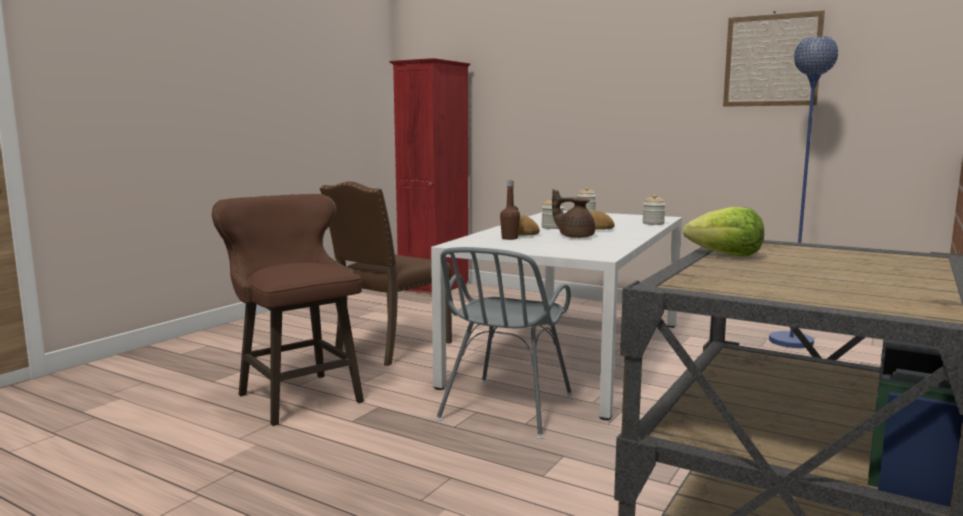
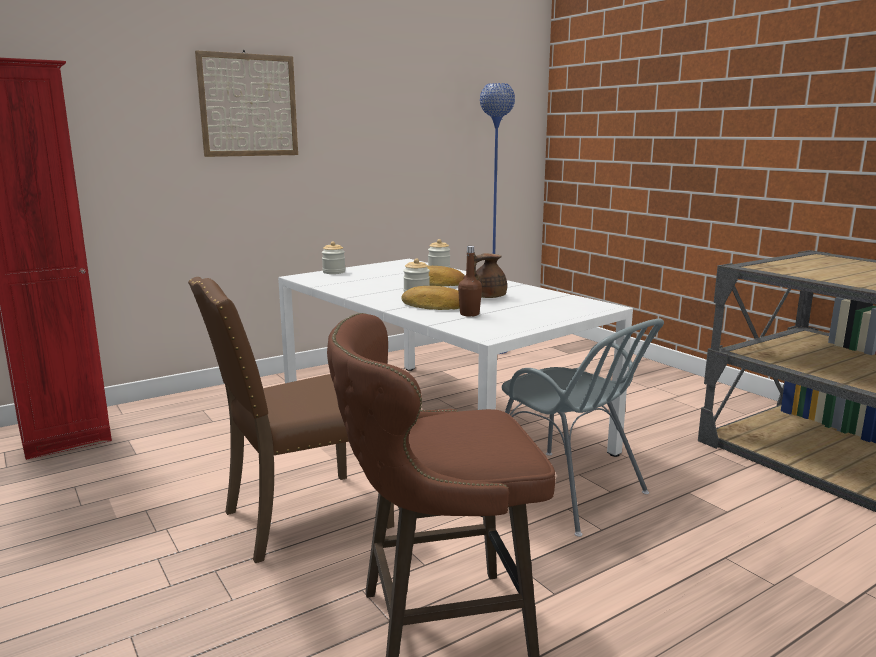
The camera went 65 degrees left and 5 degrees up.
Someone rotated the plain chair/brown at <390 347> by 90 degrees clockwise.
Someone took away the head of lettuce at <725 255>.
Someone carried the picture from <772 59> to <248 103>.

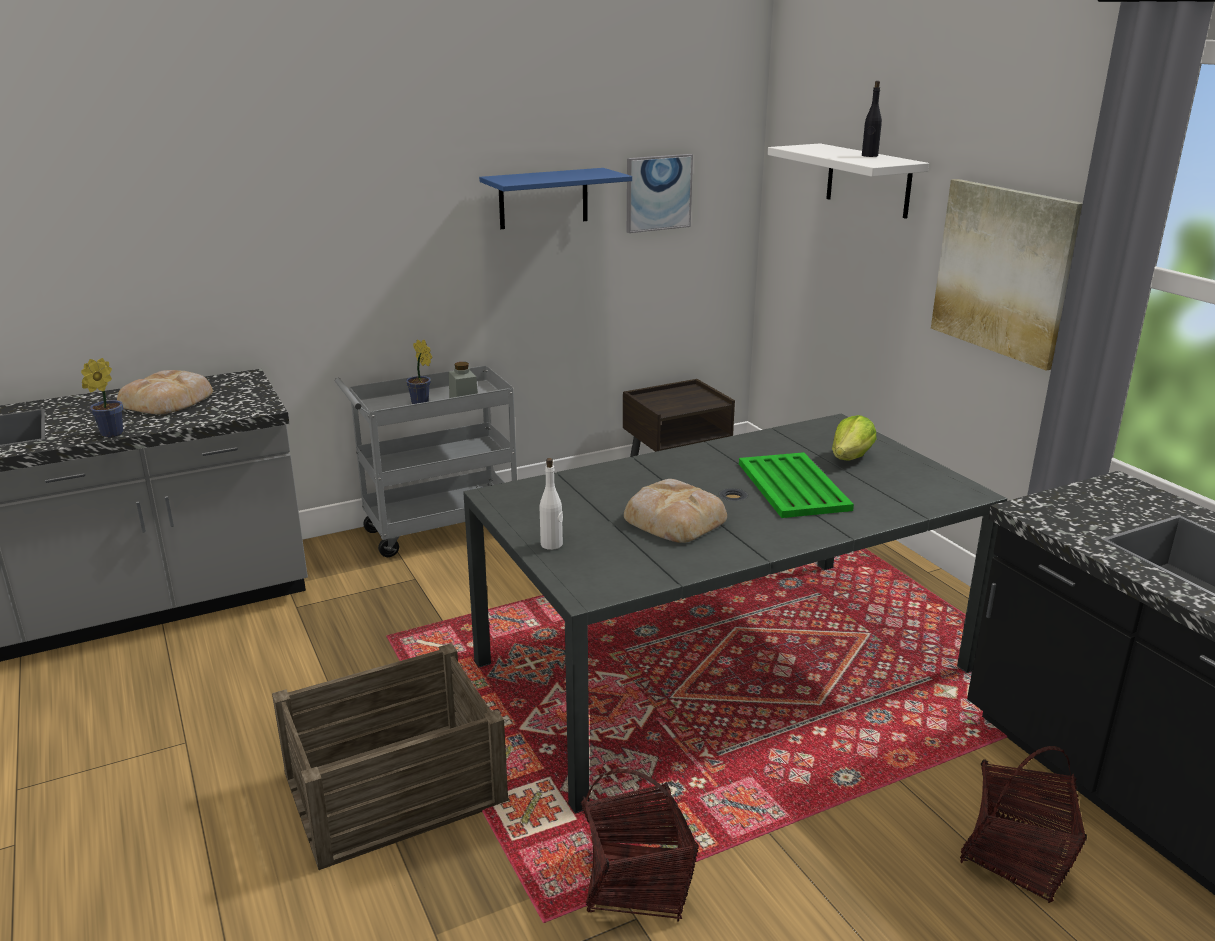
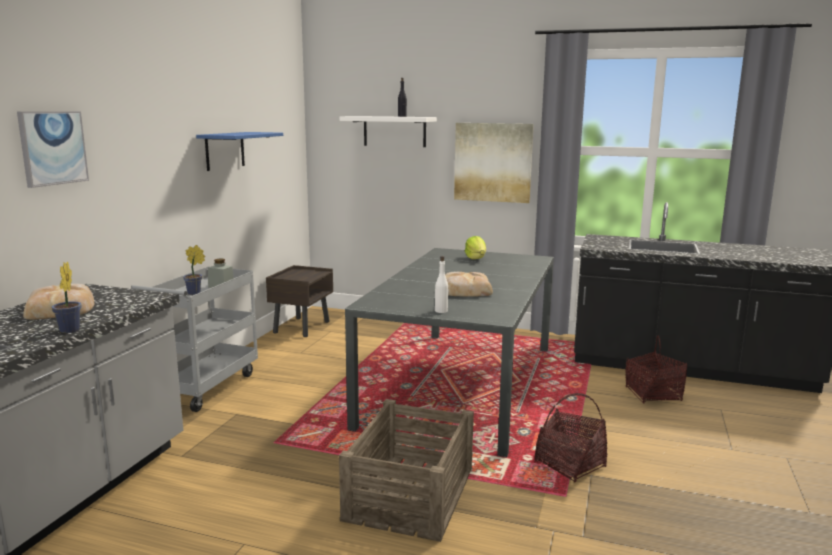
The camera went 45 degrees left and 10 degrees down.
Someone carried the picture from <658 193> to <53 148>.
Someone took away the carrying tray/greenish at <793 487>.

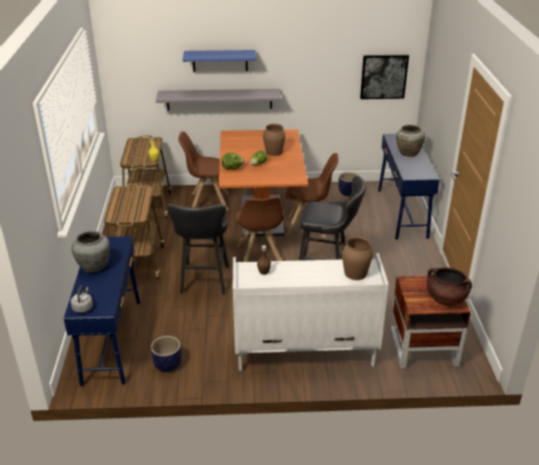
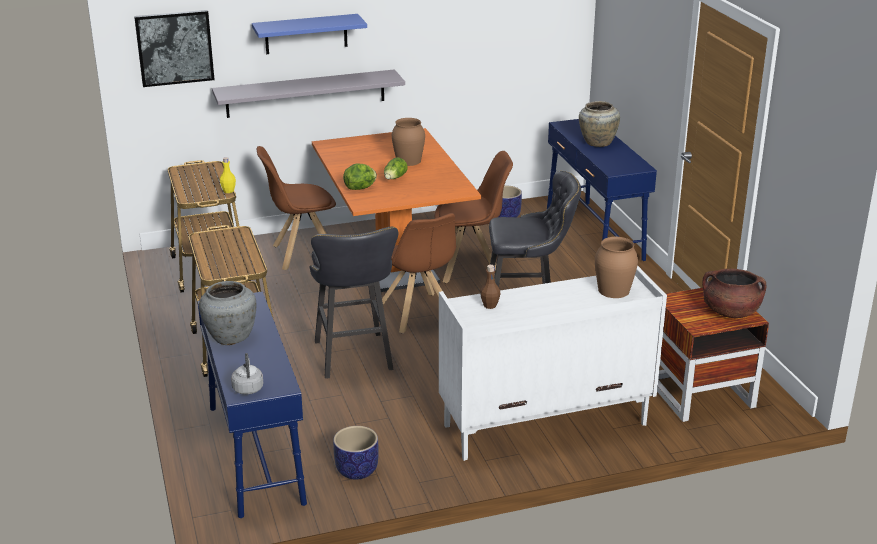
The camera went 15 degrees left and 5 degrees down.
Someone carried the picture from <383 76> to <174 47>.

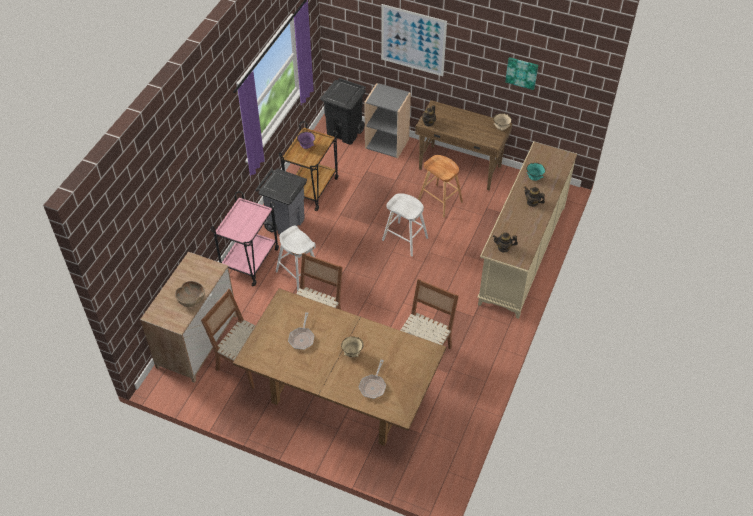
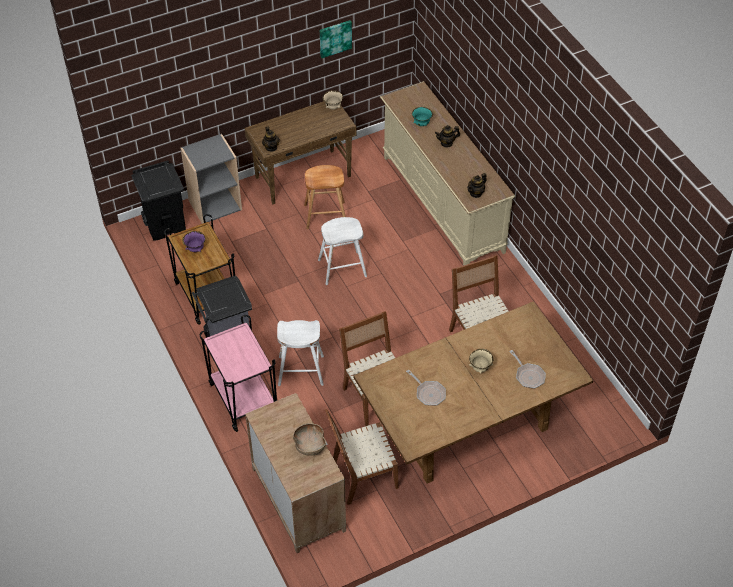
The camera went 50 degrees left and 0 degrees up.
Someone took away the picture at <413 40>.

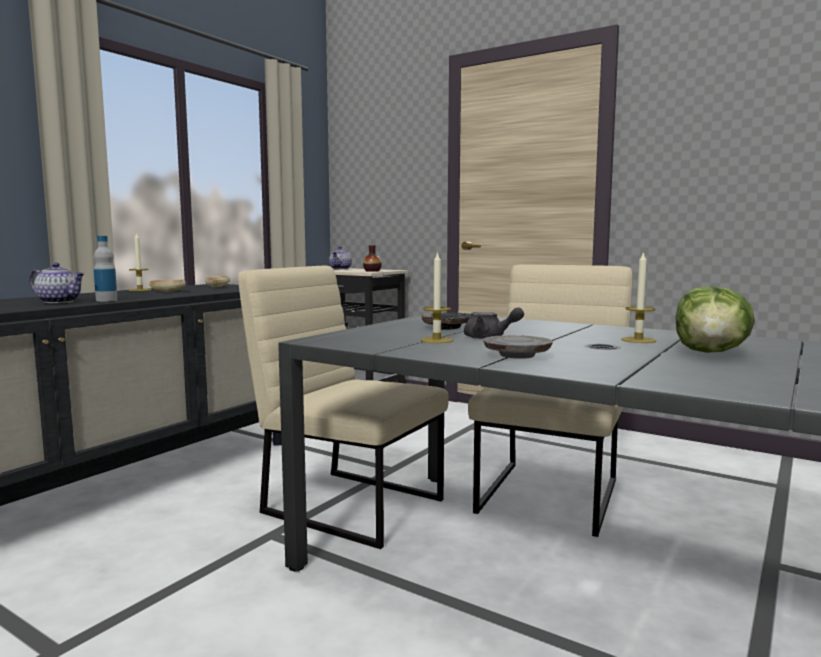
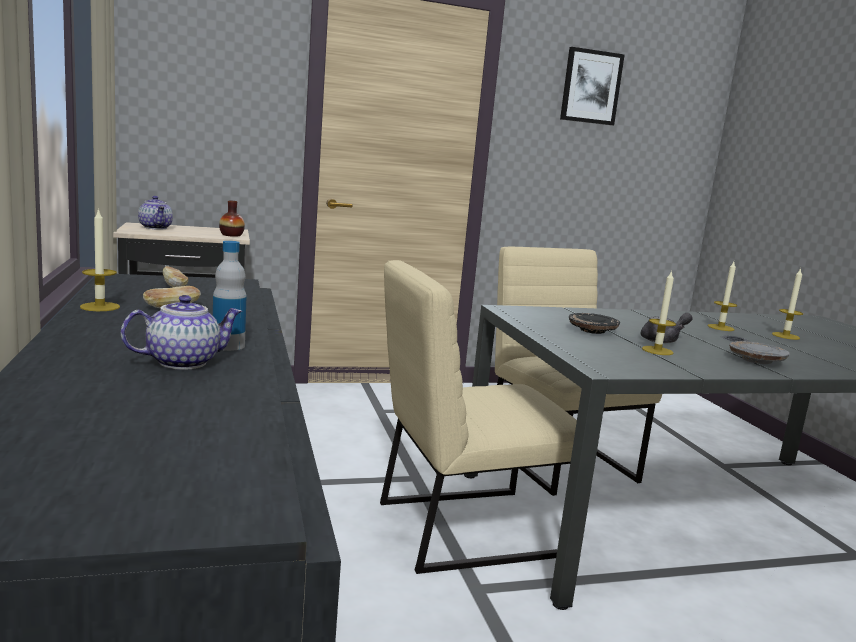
The camera went 50 degrees left and 5 degrees up.
Someone swapped the head of lettuce at <710 353> for the wax candle at <785 336>.
Someone put up the picture at <591 87>.

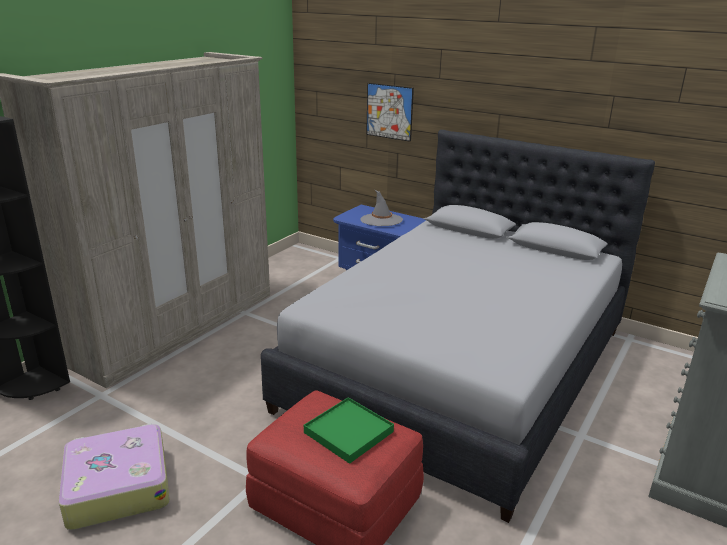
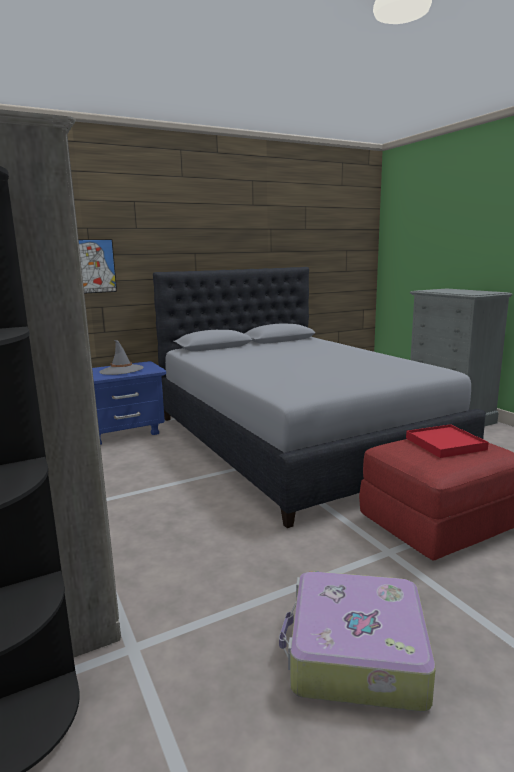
The camera went 60 degrees left and 10 degrees down.
Someone repainted the carrying tray/greenish at <349 432>, which became the carrying tray/reddish at <445 444>.

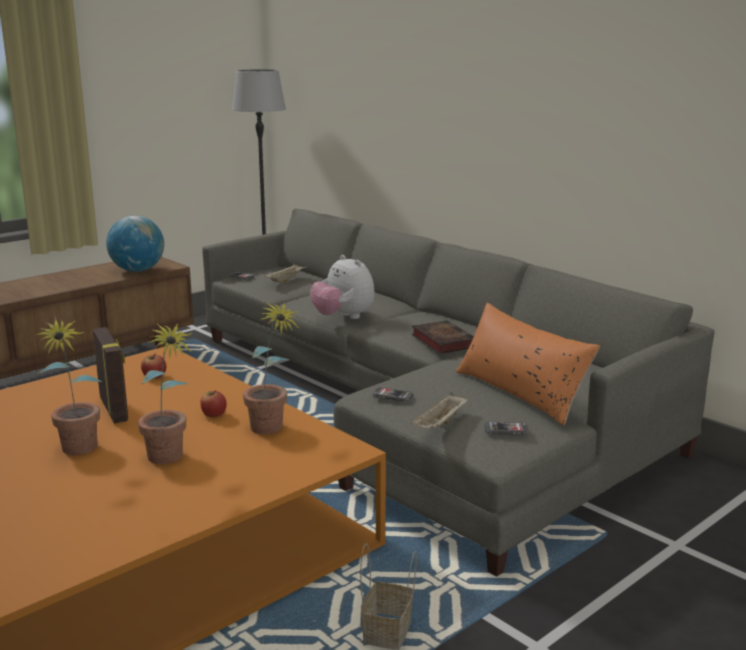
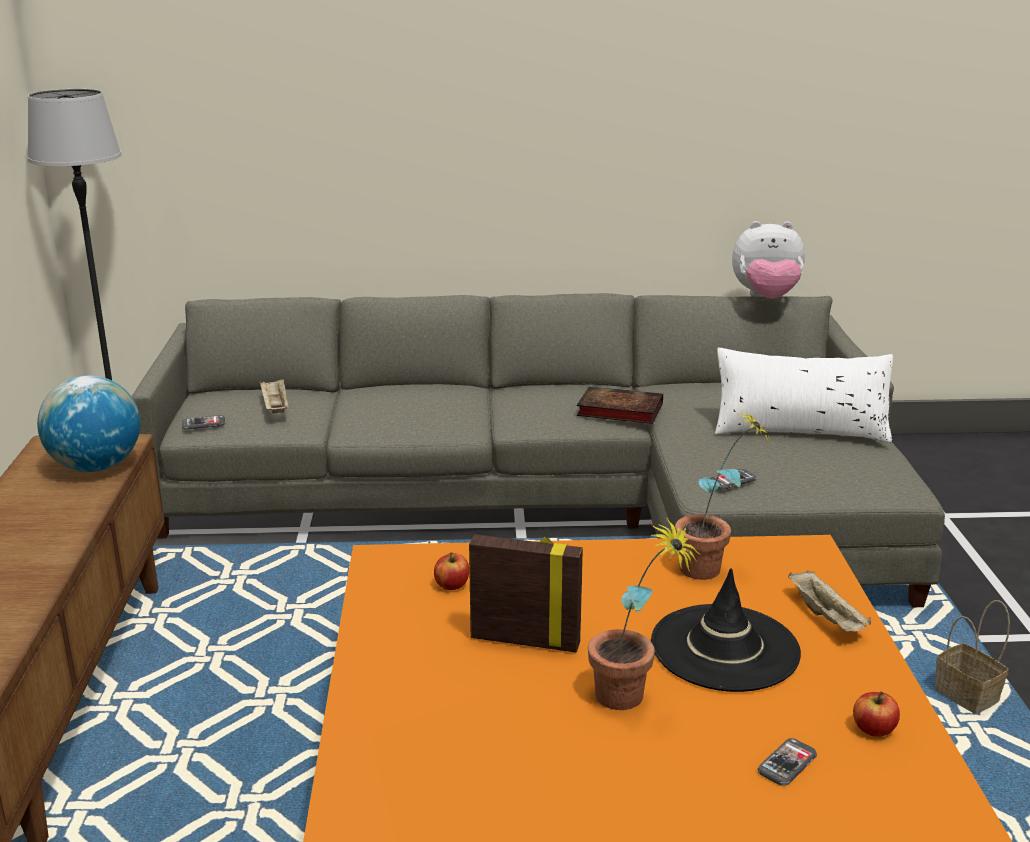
The camera went 50 degrees left and 5 degrees up.
Someone swapped the plant in a pot at <169 460> for the wearable hat/black at <724 648>.
Someone carried the apple from <214 414> to <874 729>.
Someone carried the plush toy from <343 317> to <766 298>.
Someone carried the carrying tray/sand-coloured from <440 425> to <827 617>.
Someone repainted the cushion/orange at <520 392>, which became the cushion/white-coloured at <799 430>.
Someone carried the handset from <506 430> to <787 764>.

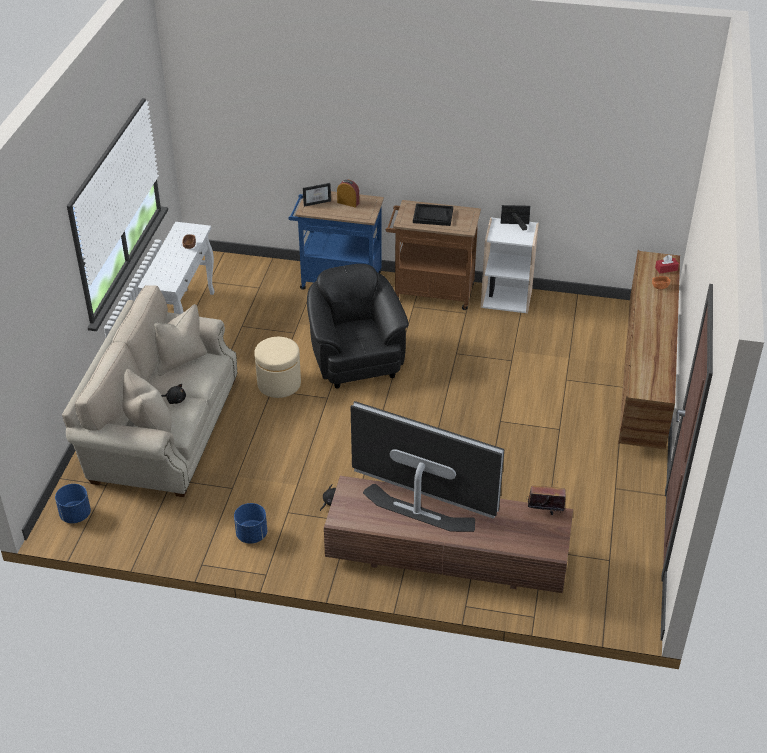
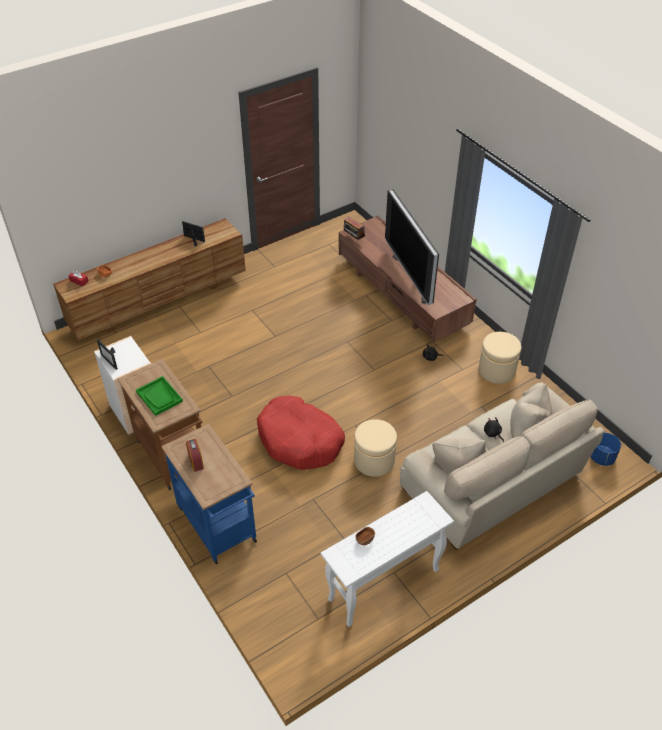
The camera went 135 degrees left and 5 degrees up.
Someone swapped the planter/blue-coloured at <251 535> for the ottoman/sand-coloured at <496 370>.
Someone carried the standing frame from <317 202> to <192 239>.
Someone swapped the armchair/black at <356 360> for the dog cushion/reddish at <300 440>.
Someone repainted the carrying tray/black at <433 216>, which became the carrying tray/greenish at <159 396>.

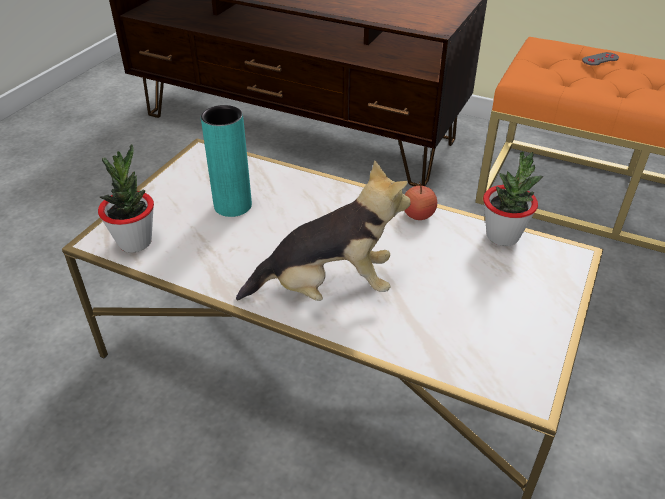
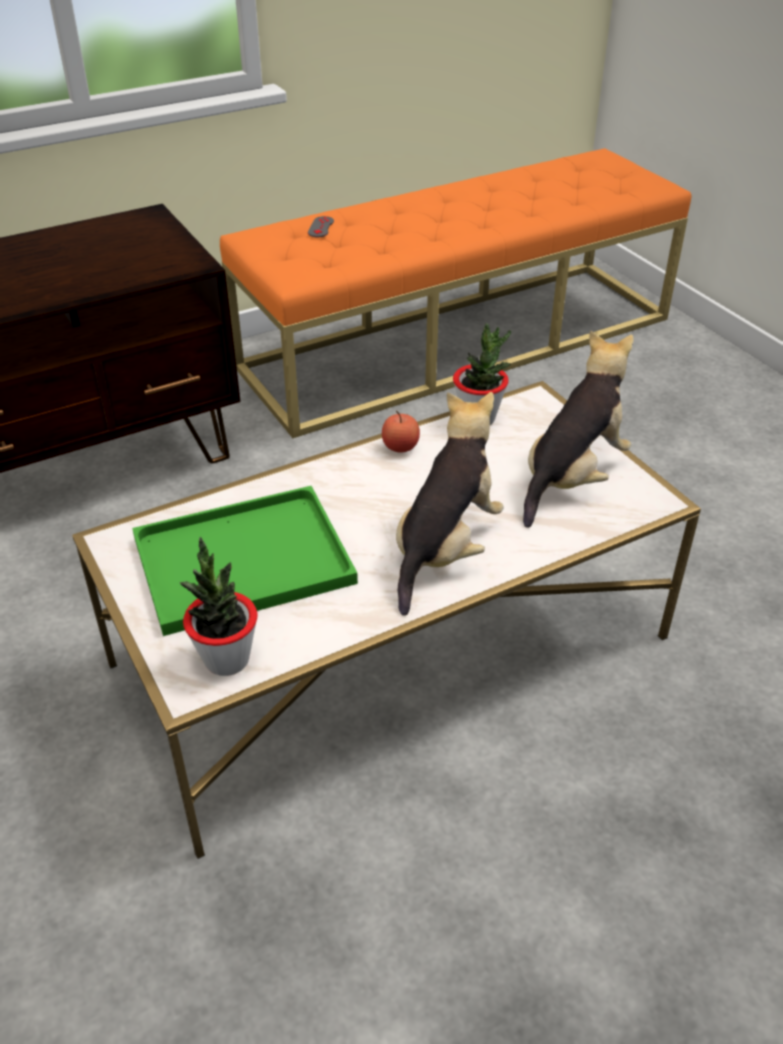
The camera went 55 degrees left and 0 degrees up.
Someone swapped the vase/turquoise at <233 206> for the carrying tray/greenish at <246 558>.
Someone put down the plush toy at <572 477>.

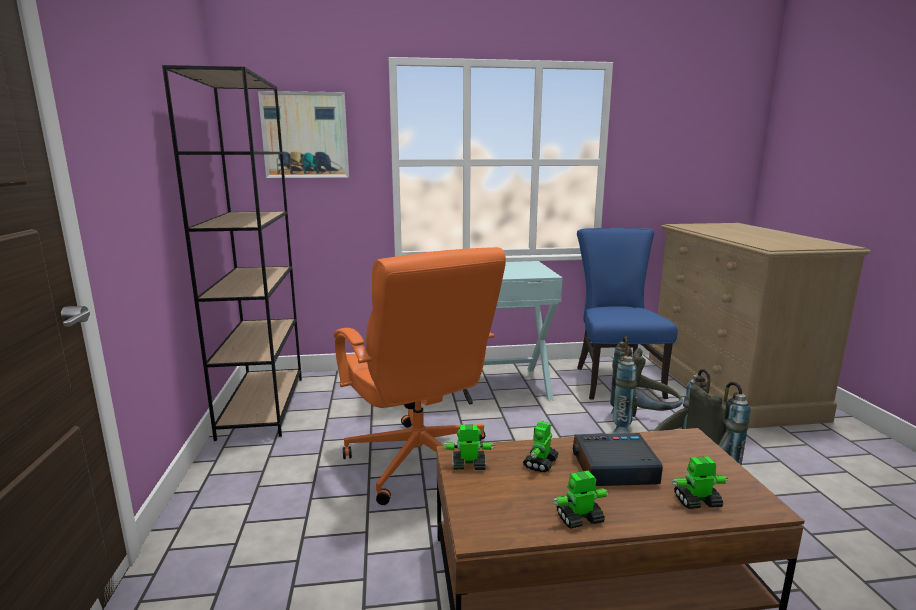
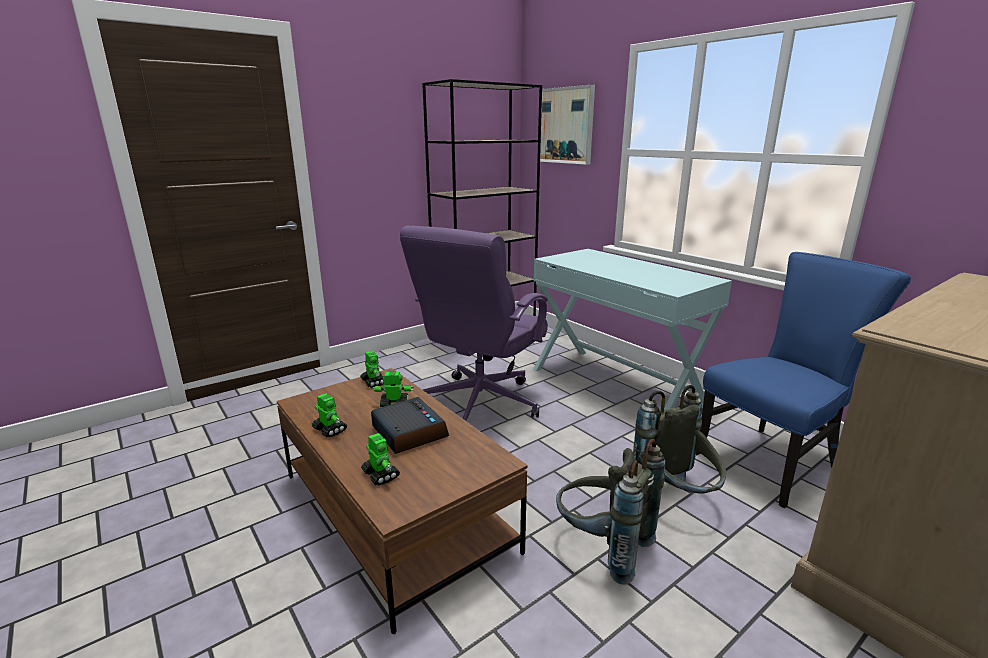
The camera went 60 degrees right and 5 degrees up.
Someone repainted the computer chair/orange at <419 459>, which became the computer chair/purple-coloured at <480 402>.

